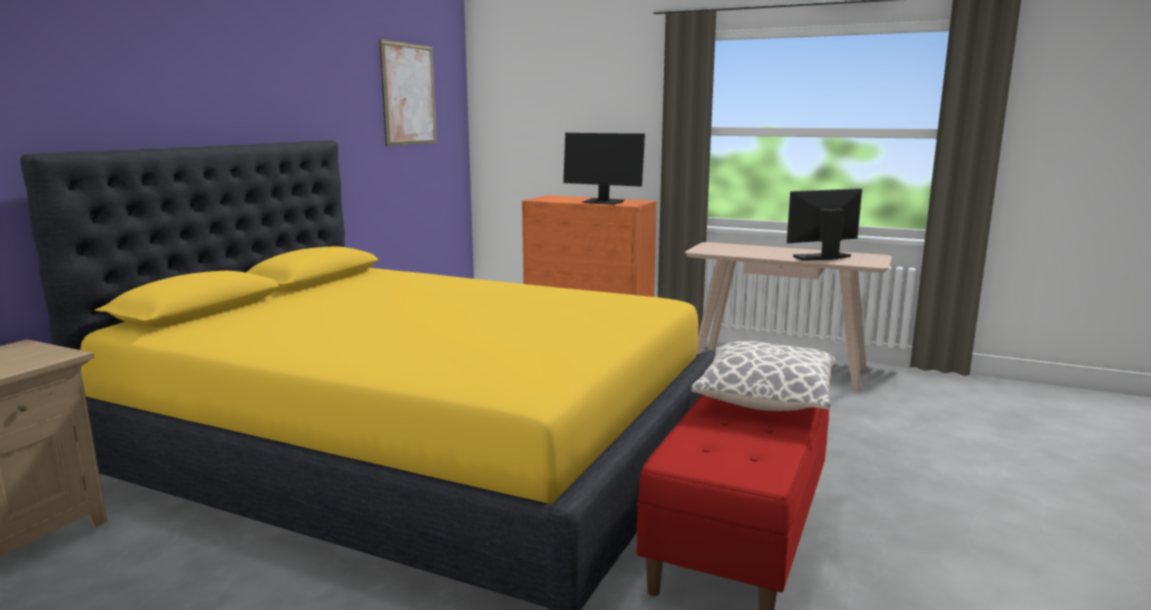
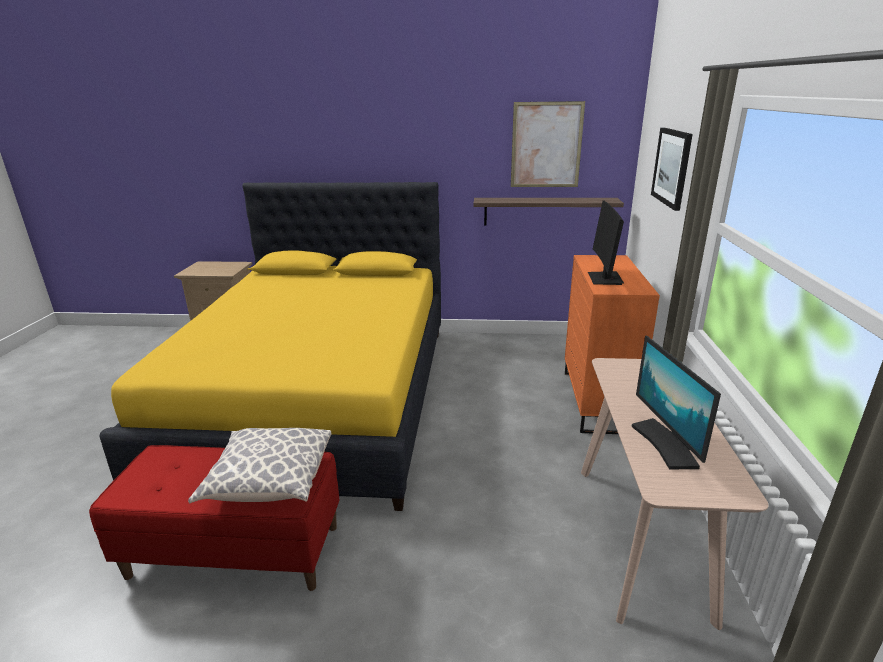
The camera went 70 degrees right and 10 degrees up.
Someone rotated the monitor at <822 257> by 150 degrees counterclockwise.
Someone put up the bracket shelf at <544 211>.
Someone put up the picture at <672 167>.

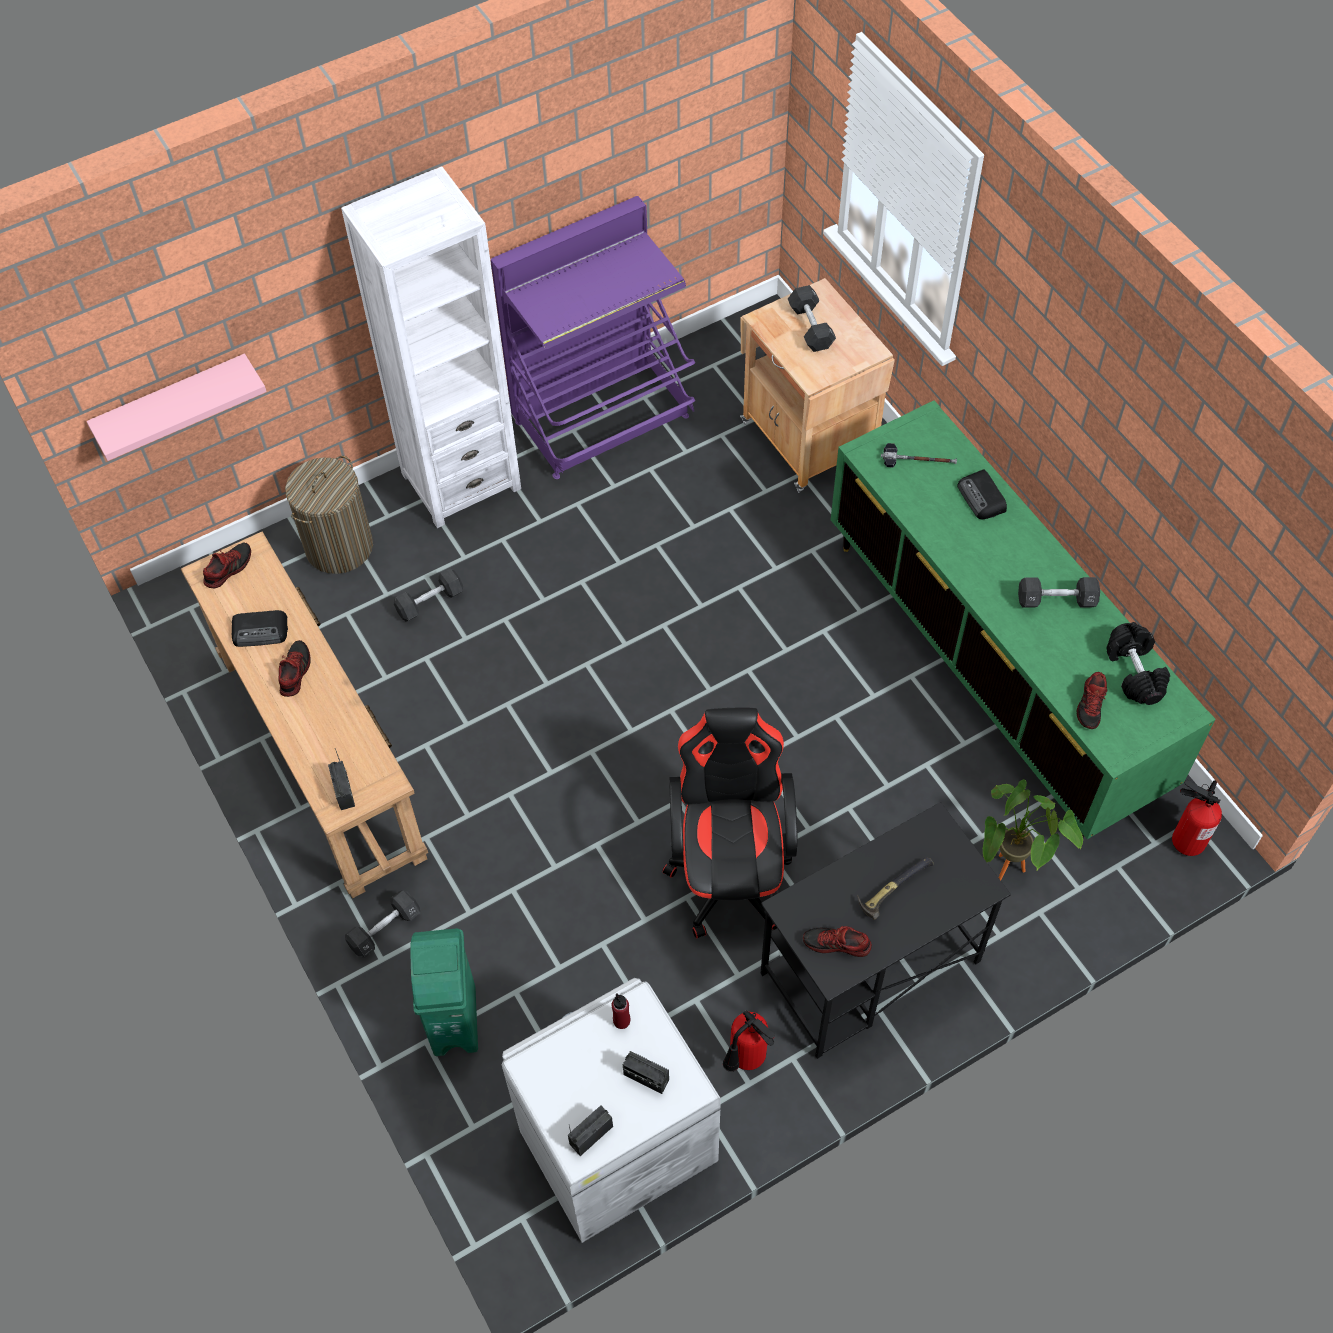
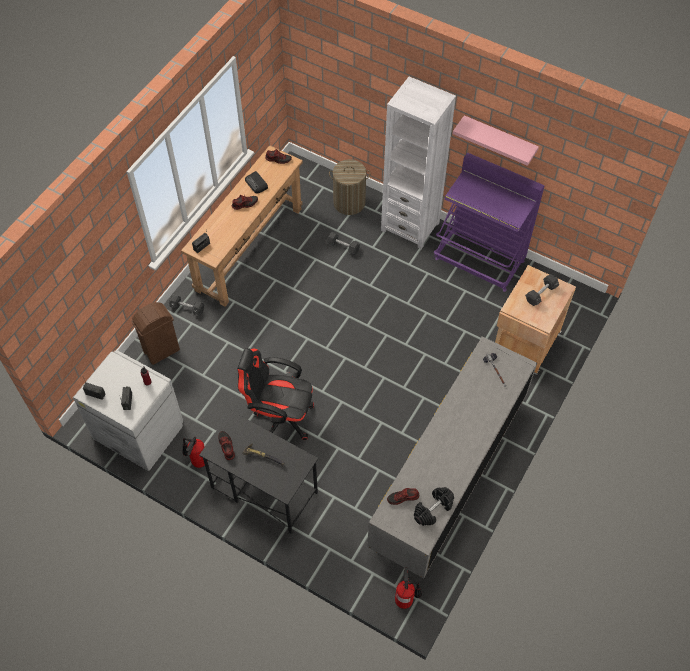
The camera went 60 degrees right and 0 degrees up.
Someone carried the bracket shelf/pinkish from <172 403> to <499 139>.
Someone repainted the rubbish bin/greenish at <455 1019>, which became the rubbish bin/brown at <162 351>.
Someone rotated the computer chair/black at <730 873> by 135 degrees counterclockwise.
Someone repainted the storage cabinet/greenish at <992 668>, which became the storage cabinet/greyish at <448 476>.
Someone took away the radio receiver at <982 498>.
Someone took away the plant in a pot at <1009 876>.
Someone took away the free weight/black at <1056 600>.

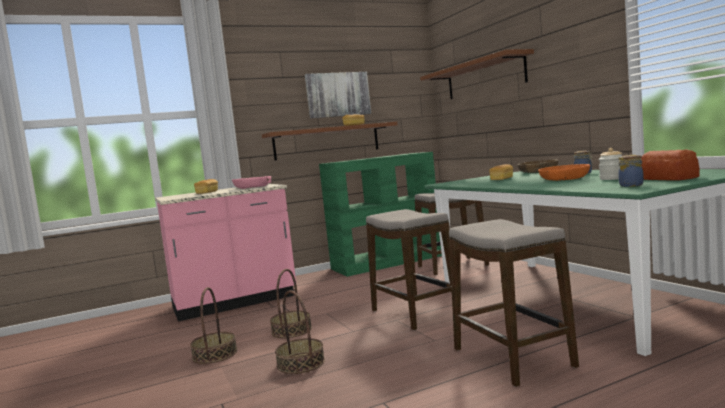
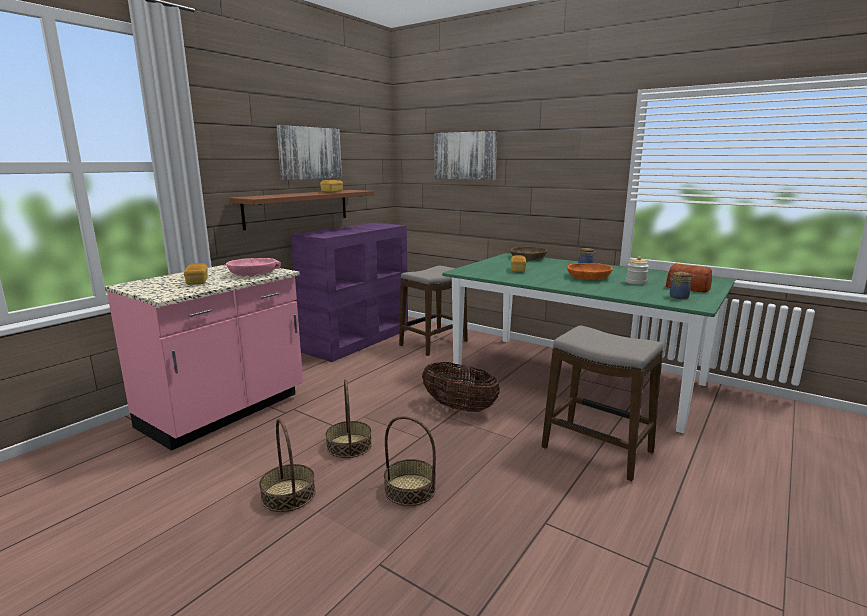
The camera went 30 degrees left and 10 degrees up.
Someone repainted the shelving unit/greenish at <386 262>, which became the shelving unit/purple-coloured at <356 340>.
Someone swapped the stool at <414 314> for the household basket at <459 407>.
Someone swapped the bracket shelf/brown at <484 77> for the picture at <465 156>.

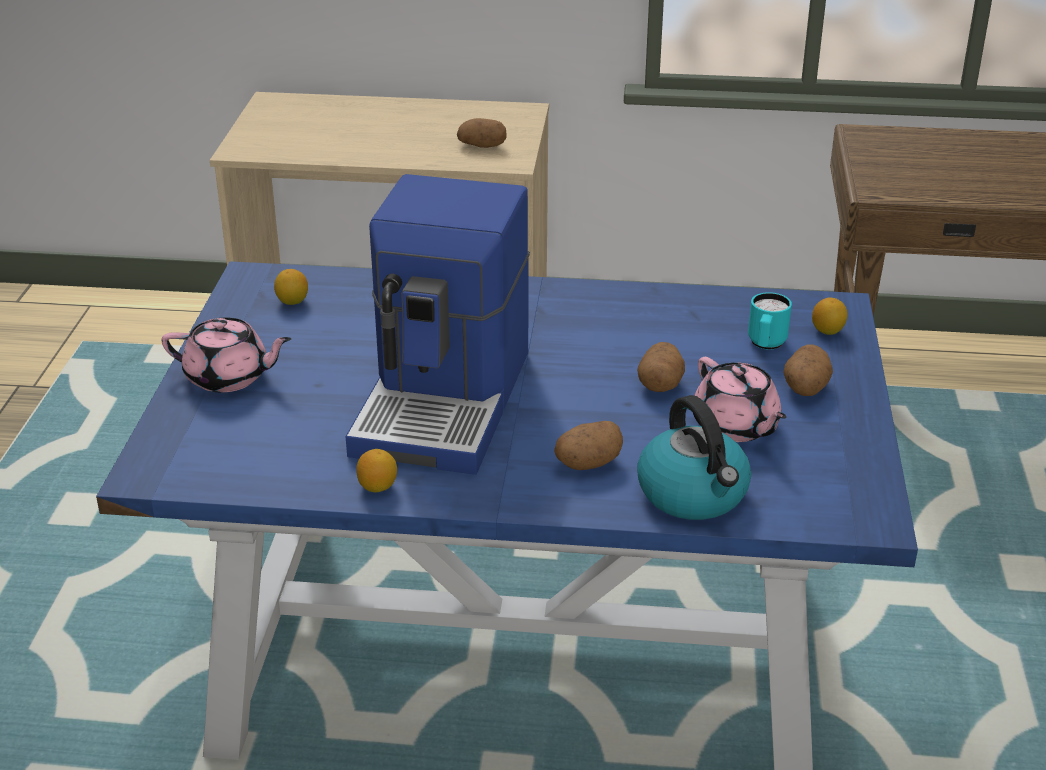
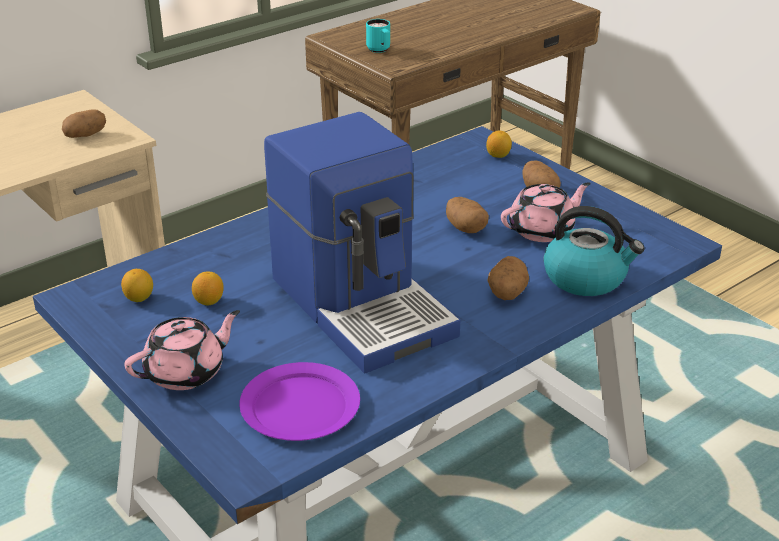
The camera went 45 degrees left and 0 degrees up.
Someone carried the whole lemon from <377 487> to <209 301>.
Someone rotated the teapot/pinkish at <736 426> by 45 degrees counterclockwise.
Someone carried the mug/turquoise from <765 345> to <380 50>.
Someone put down the flat dish/purple-coloured at <300 407>.

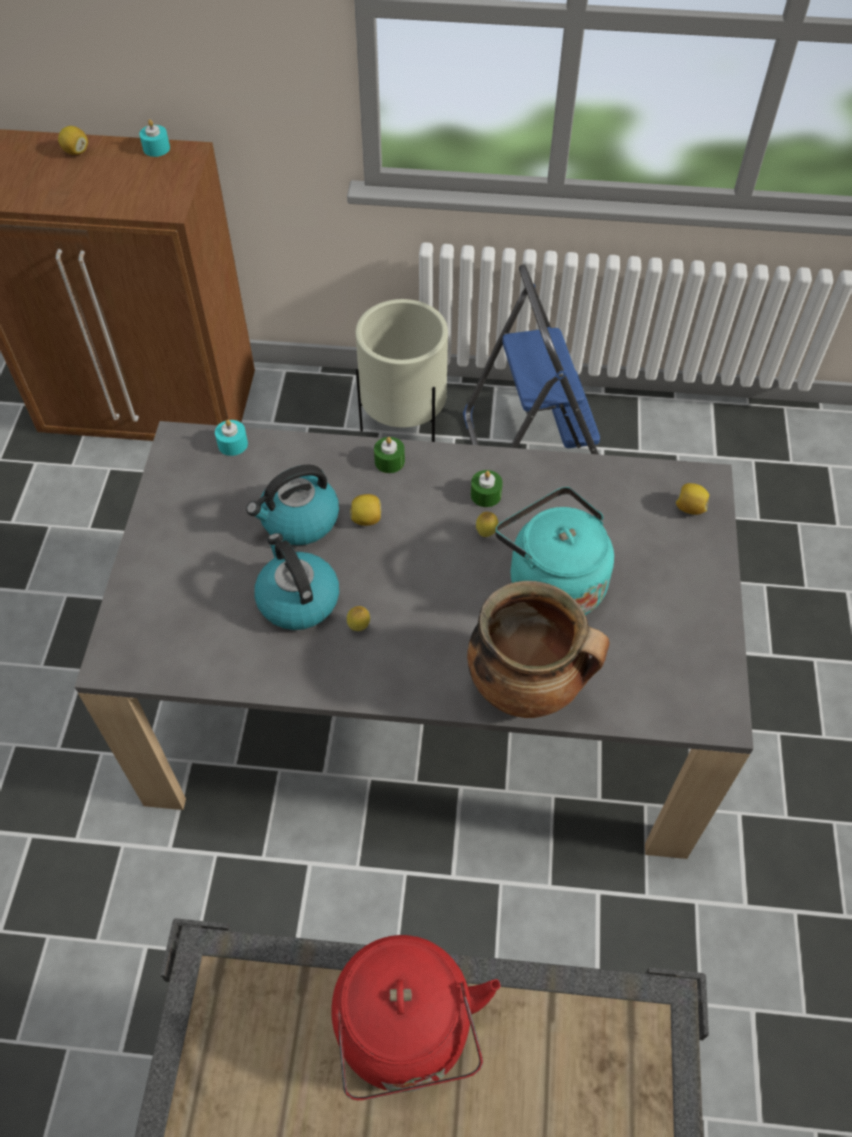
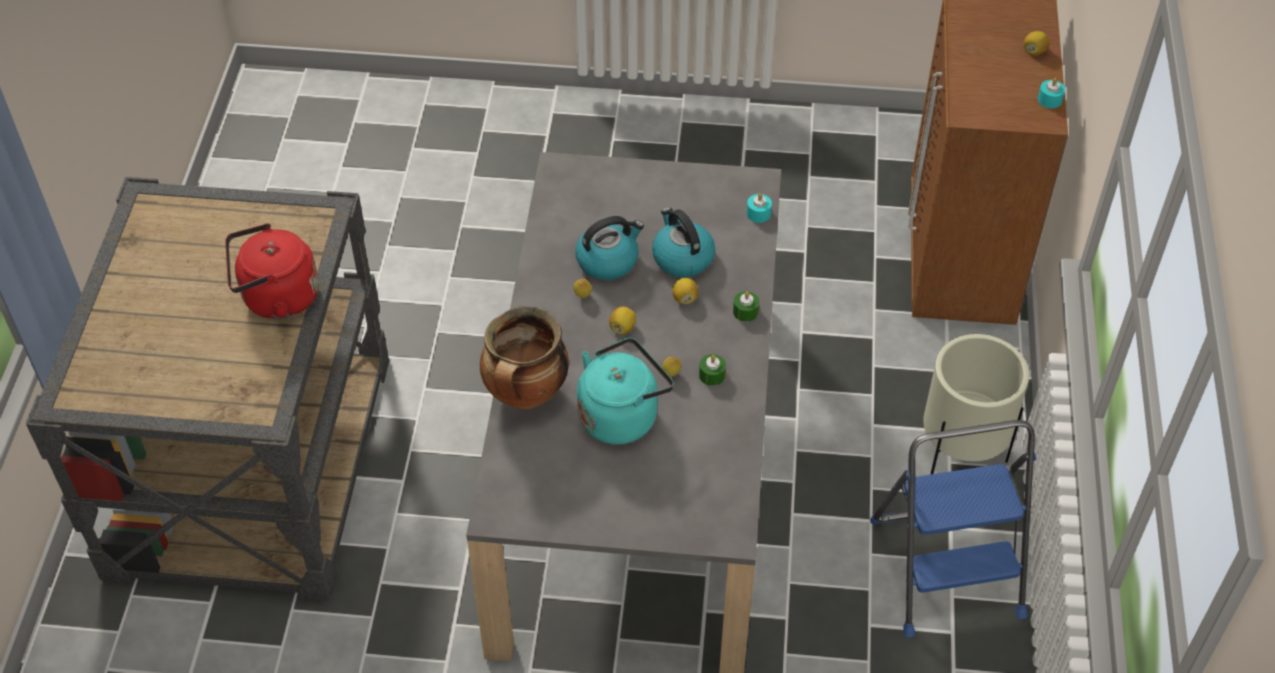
The camera went 90 degrees right and 5 degrees down.
Someone carried the whole lemon from <689 508> to <622 327>.

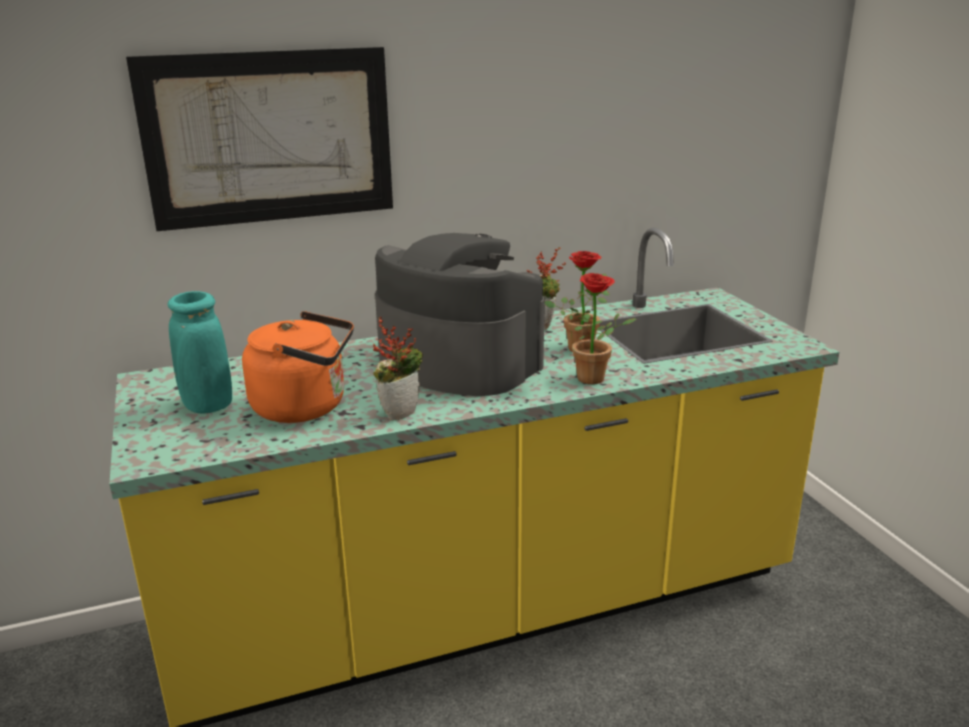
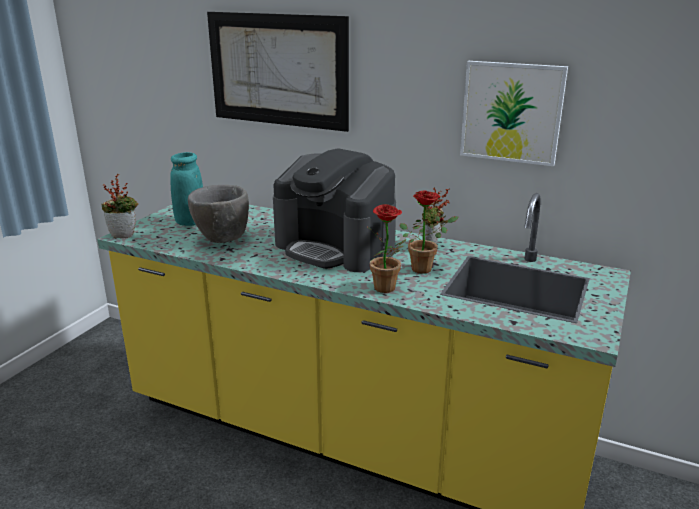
The camera went 45 degrees right and 0 degrees up.
Someone swapped the kettle/orange at <305 407> for the bowl/greyish at <222 239>.
Someone carried the plant in a pot from <400 412> to <125 235>.
Someone rotated the coffee brewer at <458 362> by 135 degrees clockwise.
Someone put up the picture at <511 112>.

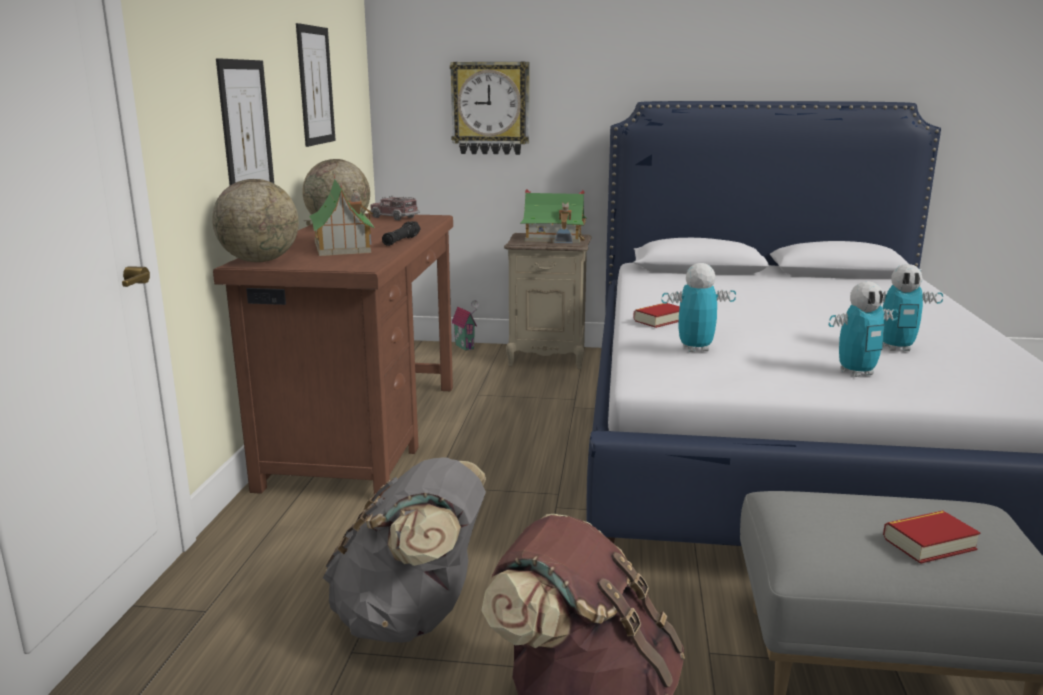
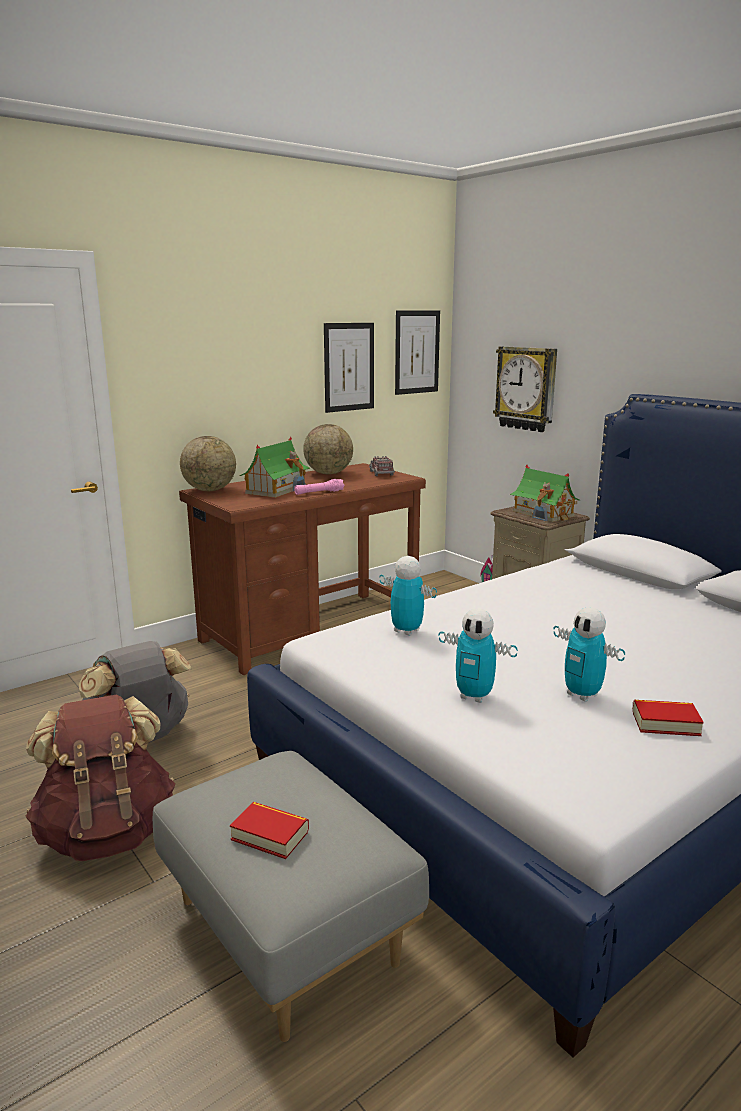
The camera went 45 degrees right and 0 degrees up.
Someone carried the picture from <246 131> to <417 352>.
Someone repainted the hand torch/black at <401 241>, which became the hand torch/pinkish at <319 492>.
Someone carried the book from <659 320> to <665 723>.

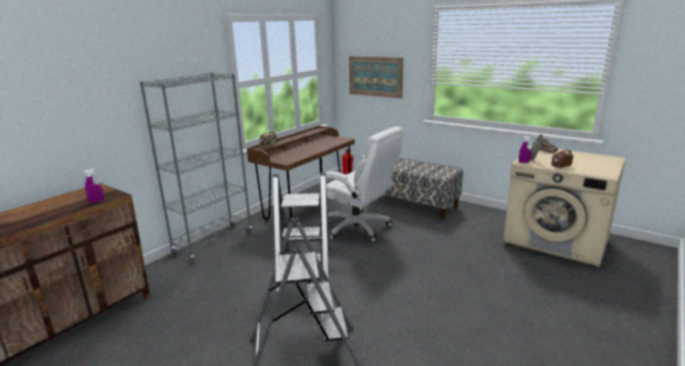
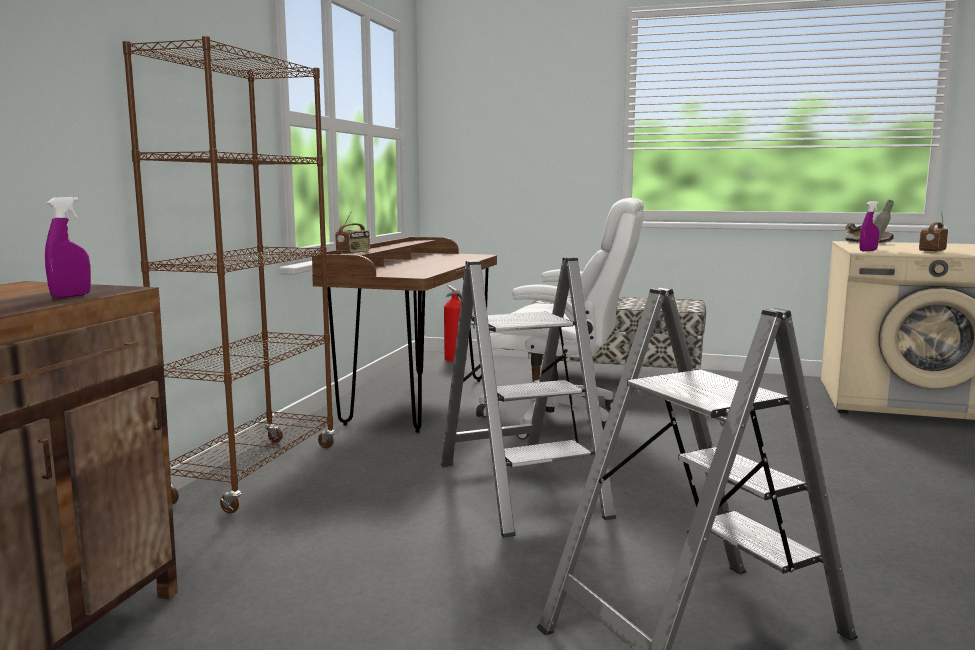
The camera went 20 degrees left and 10 degrees down.
Someone repainted the shelving unit/greyish at <213 243>, which became the shelving unit/brown at <255 473>.
Someone took away the picture at <375 76>.

